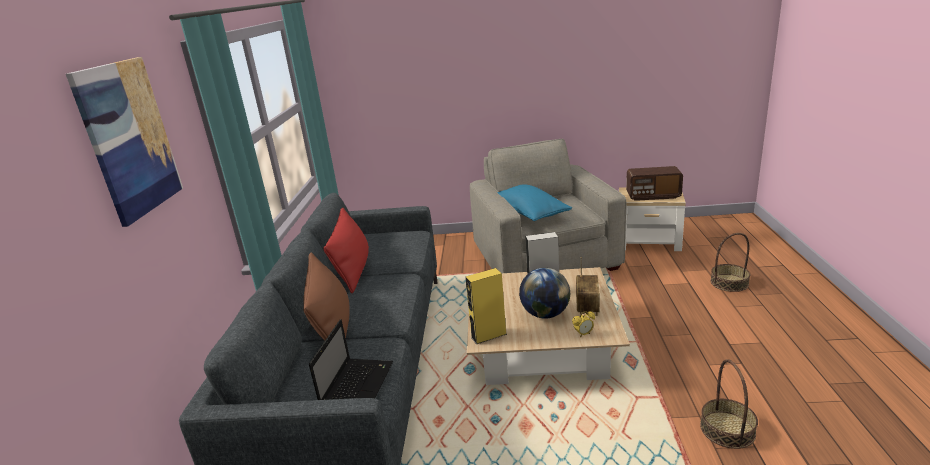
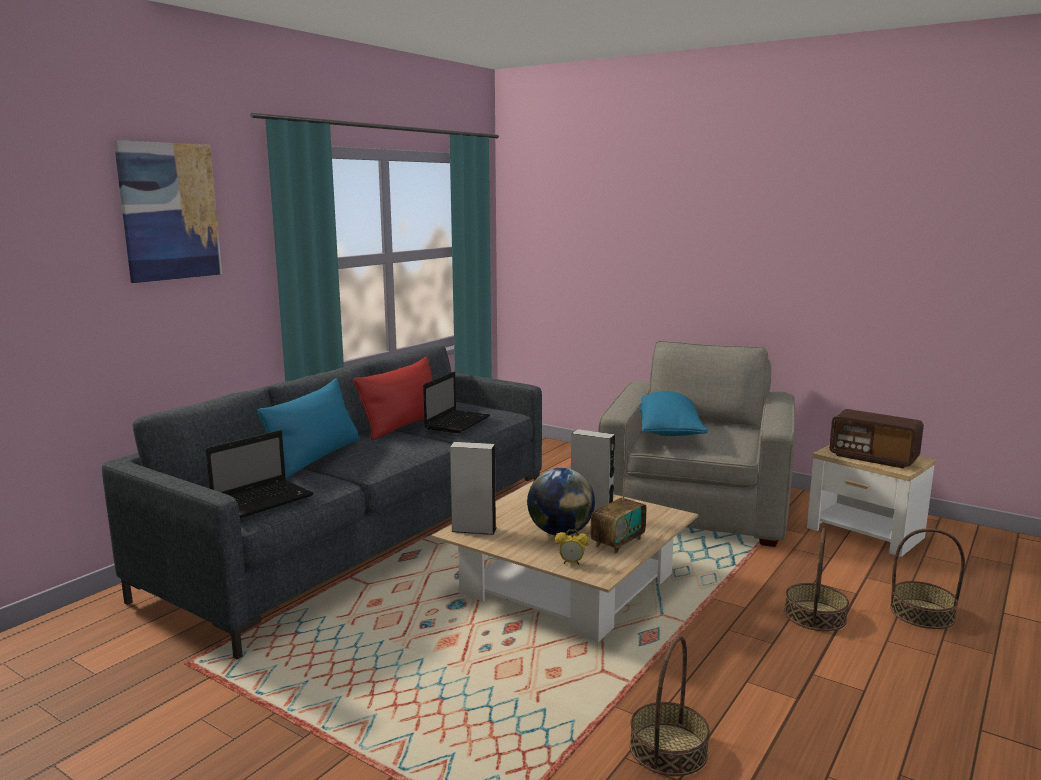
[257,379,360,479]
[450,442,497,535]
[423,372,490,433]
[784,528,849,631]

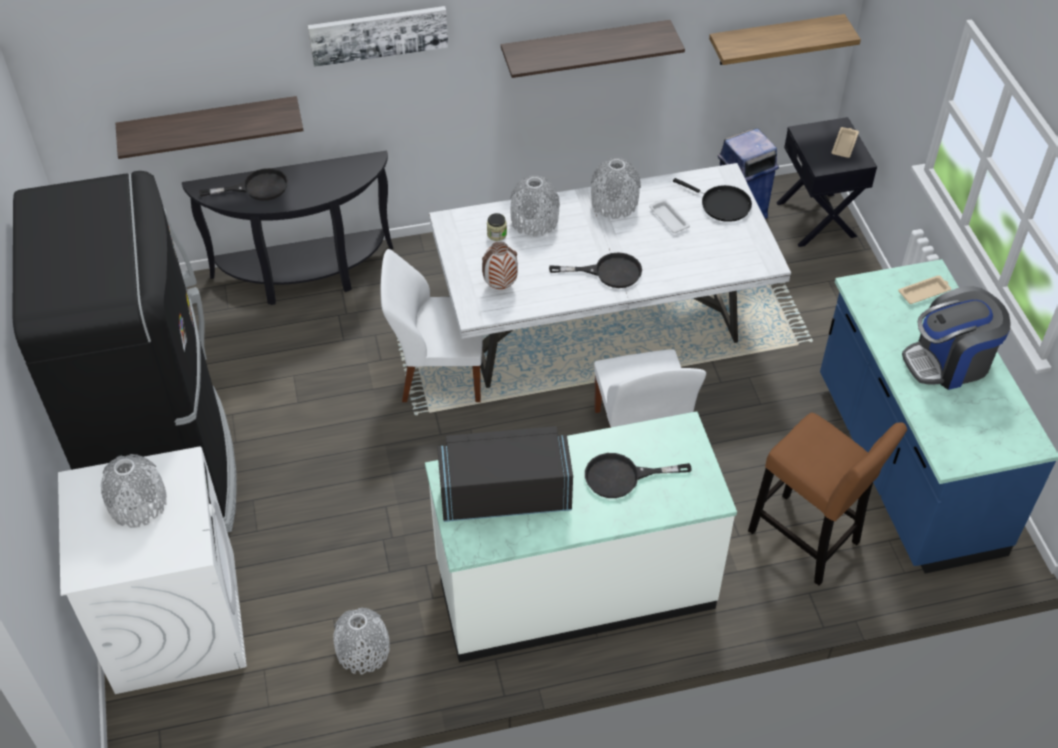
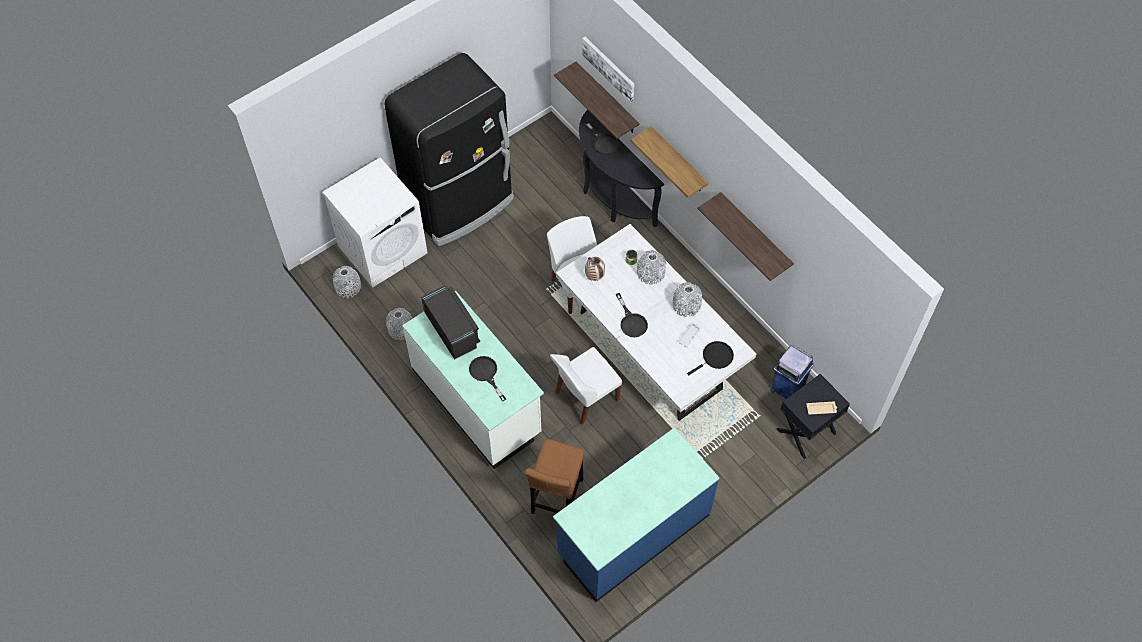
[582,37,634,102]
[631,127,709,198]
[687,341,734,375]
[898,275,951,304] (first image)
[902,286,1011,390] (first image)
[332,266,361,298]

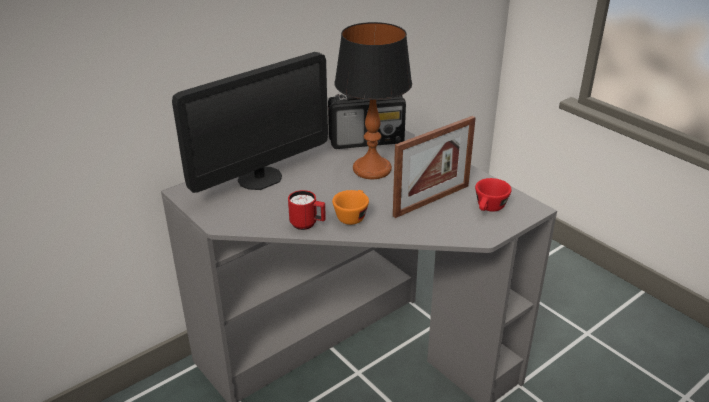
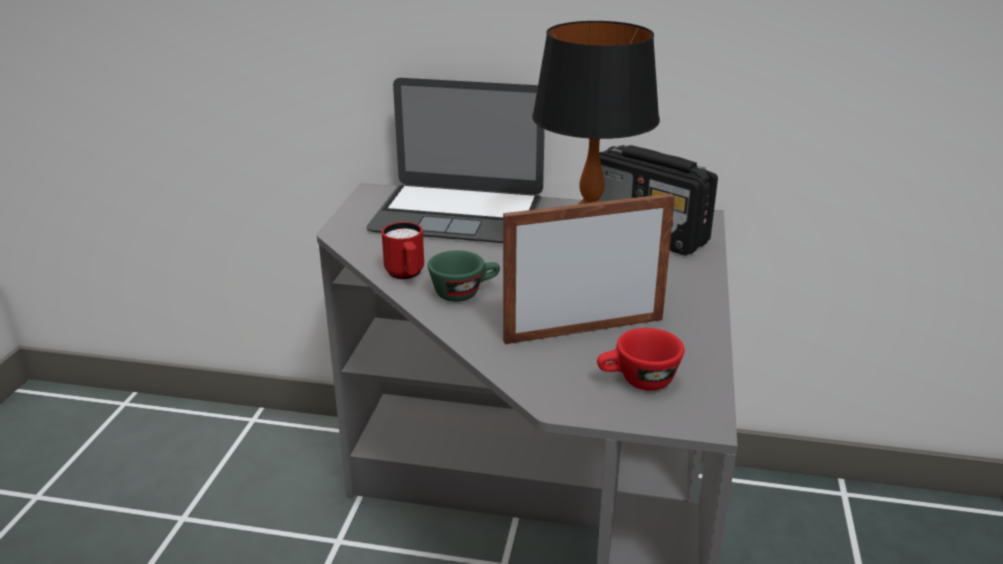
[366,78,545,243]
[503,193,675,344]
[428,250,500,302]

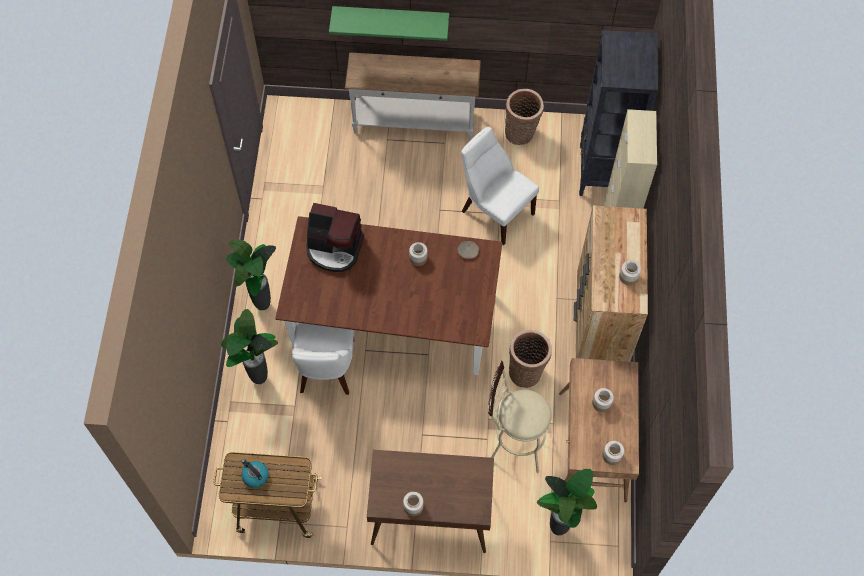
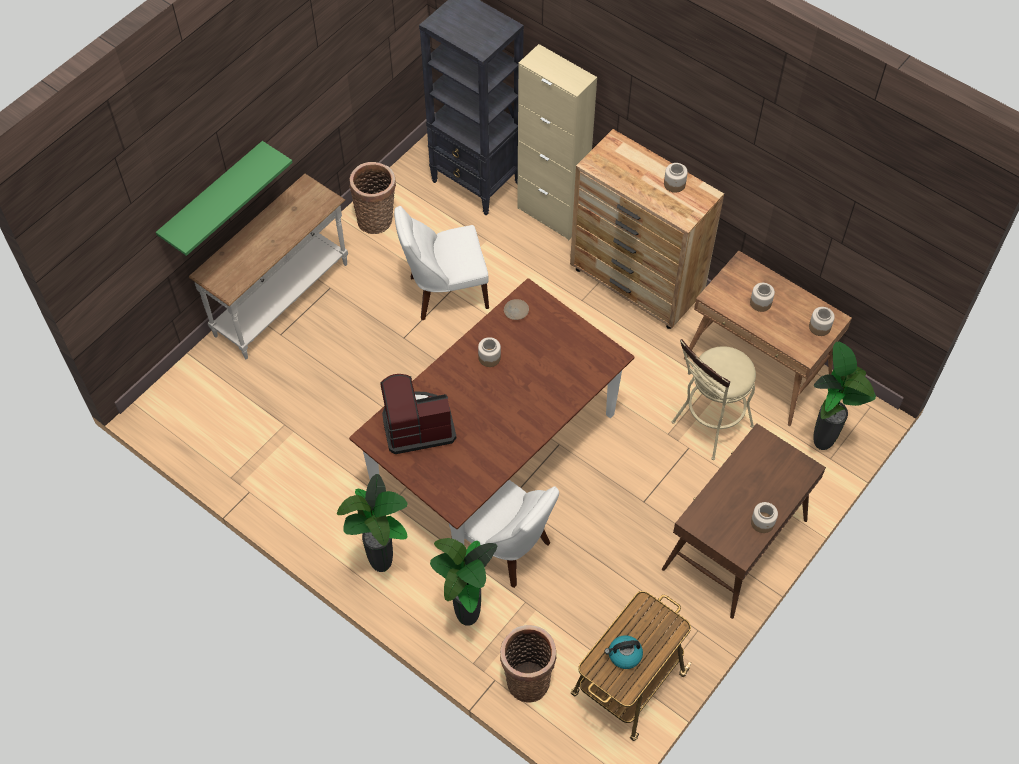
[380,374,456,454]
[500,625,557,703]

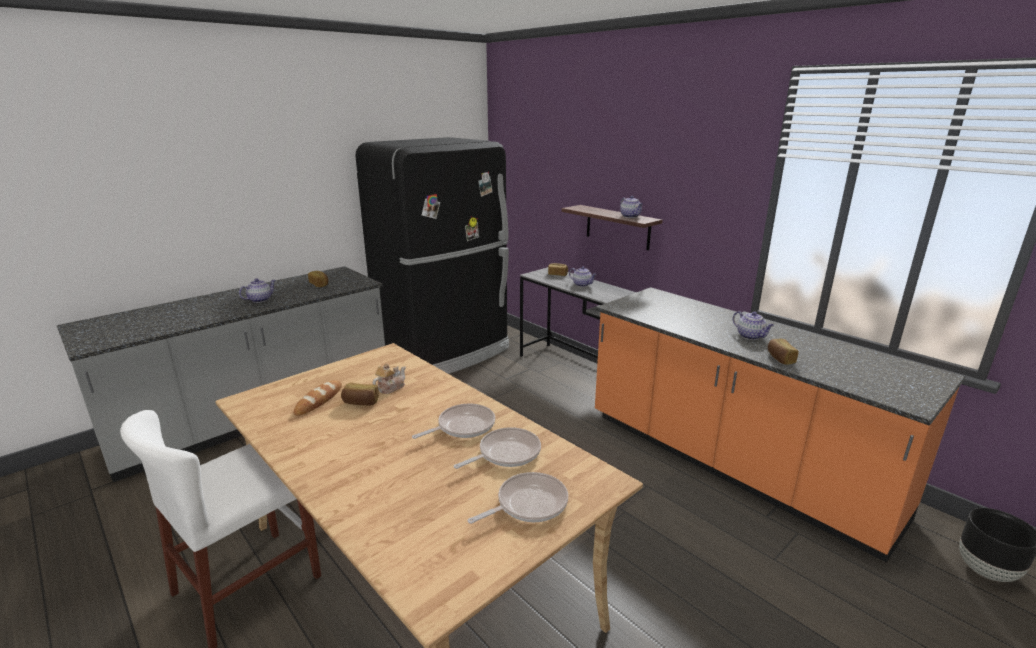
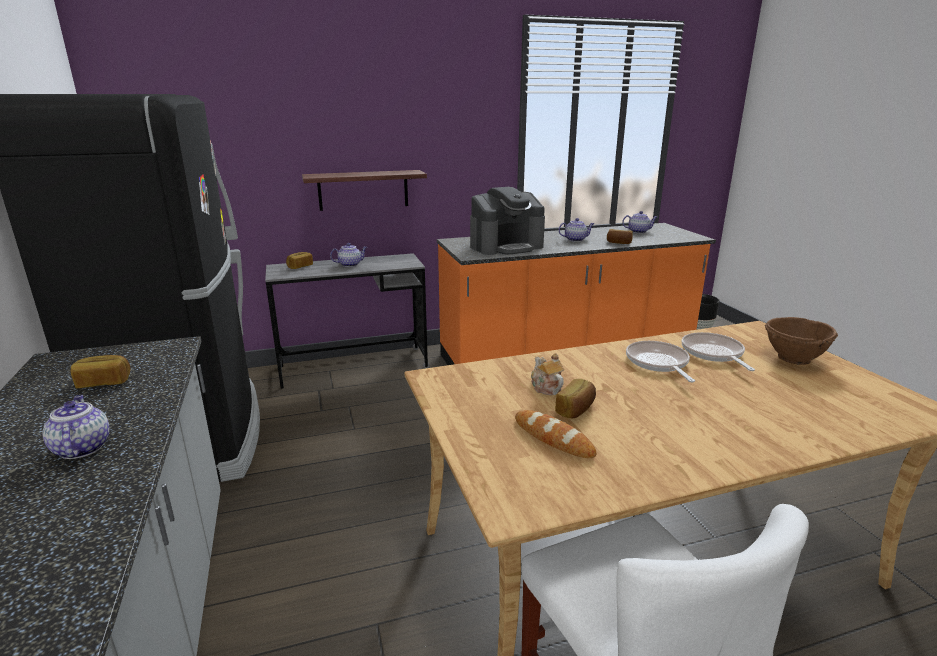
[622,211,657,233]
[765,317,838,365]
[470,187,545,255]

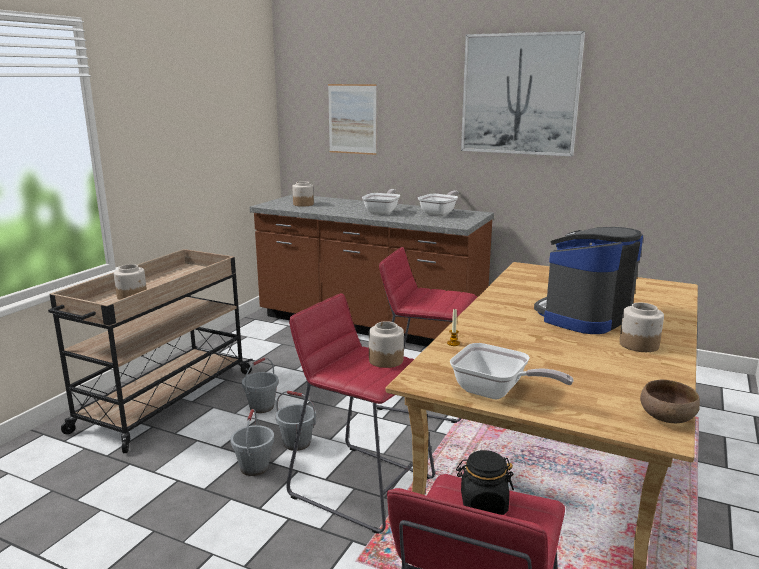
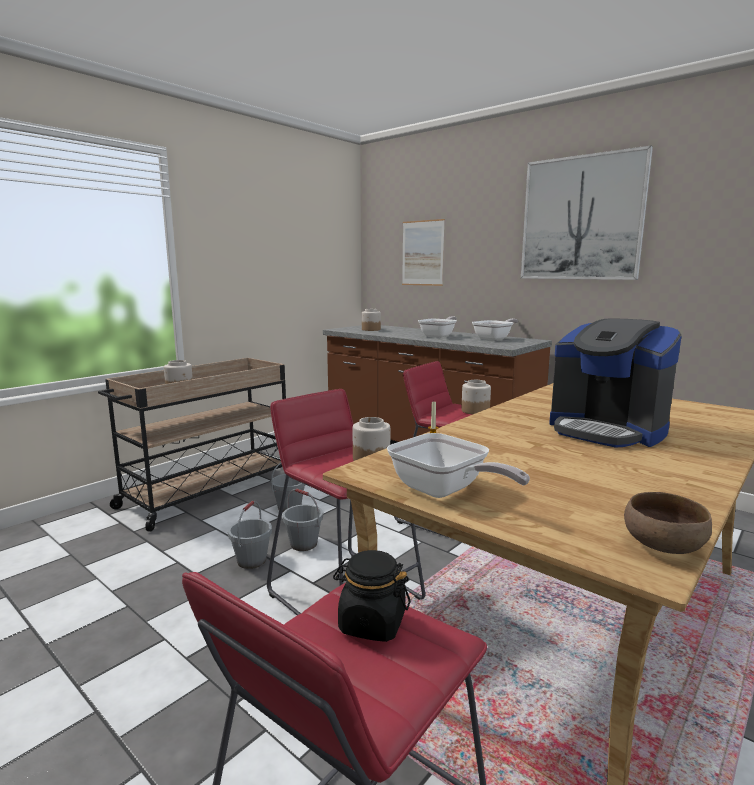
[549,319,682,448]
[461,380,491,414]

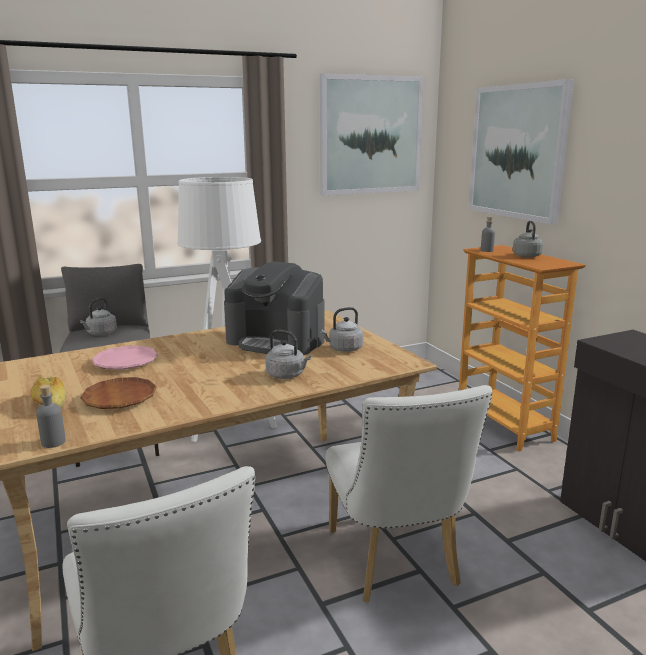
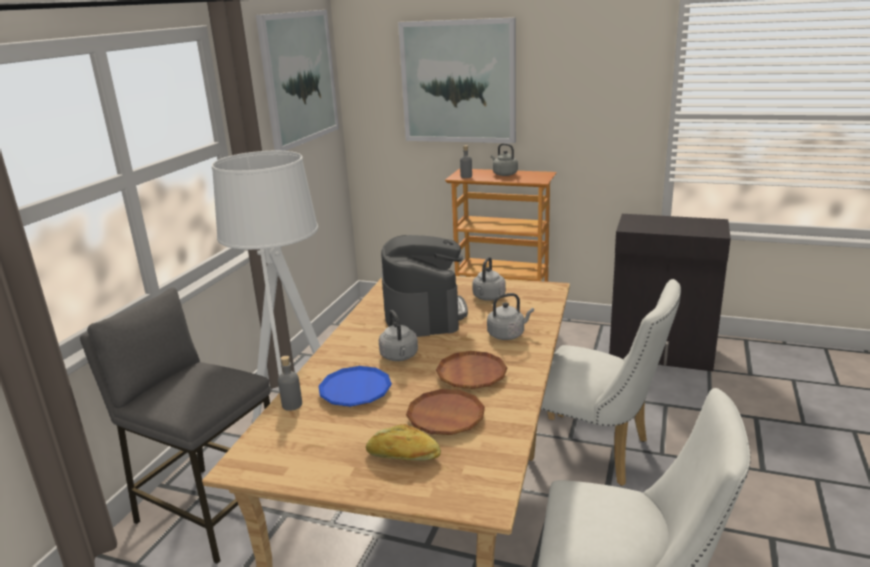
[381,235,468,337]
[379,310,418,361]
[318,366,392,407]
[278,356,302,411]
[436,351,507,389]

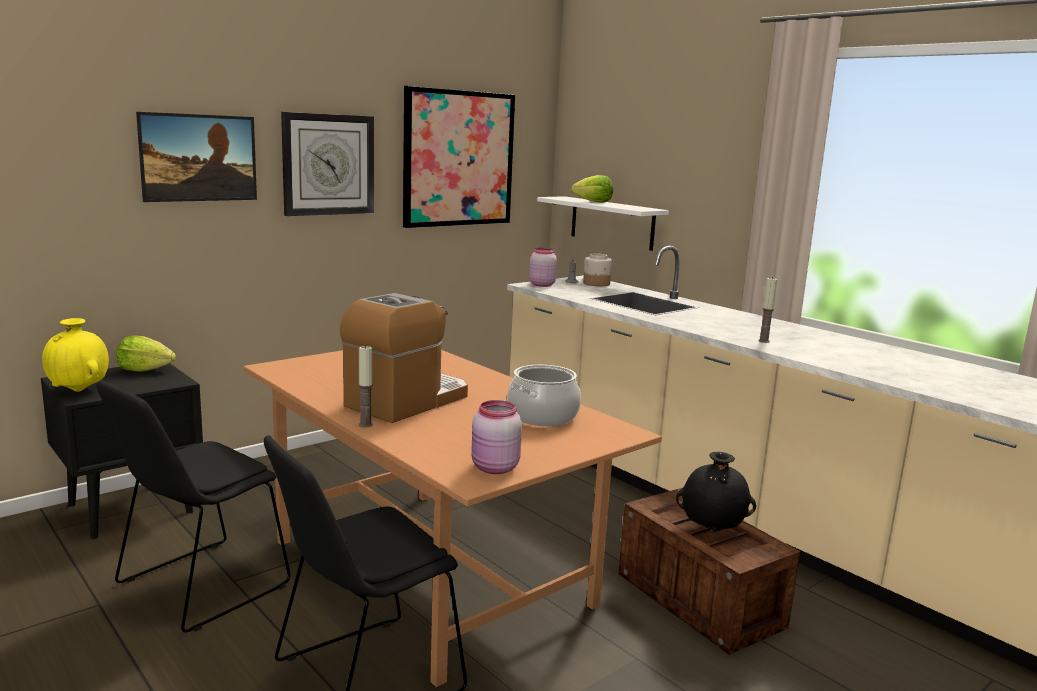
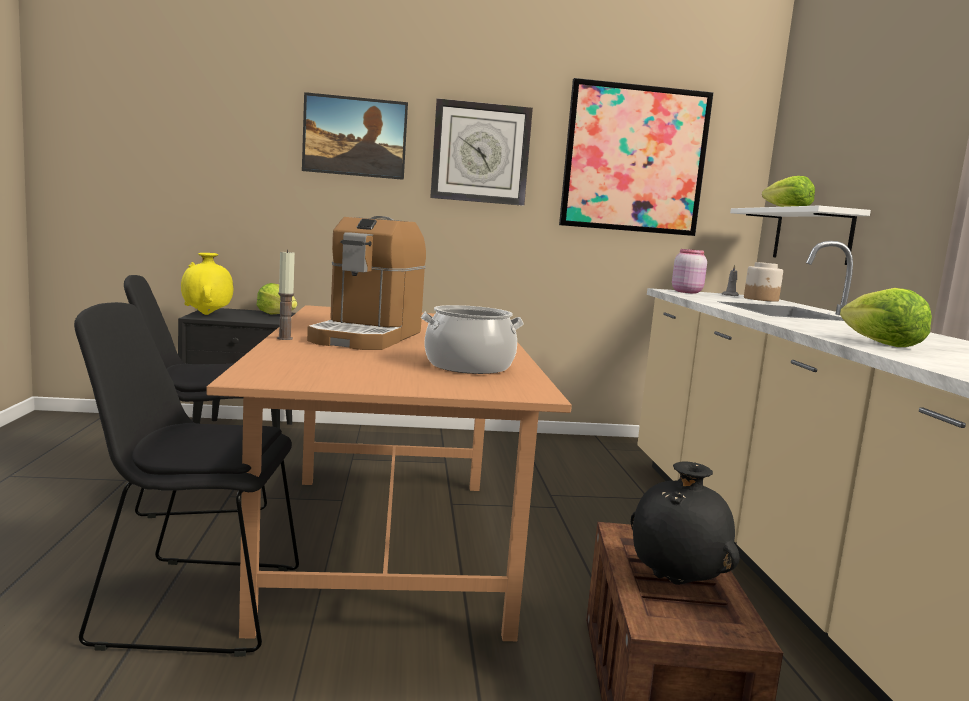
[840,288,932,347]
[307,216,426,350]
[471,400,522,474] (first image)

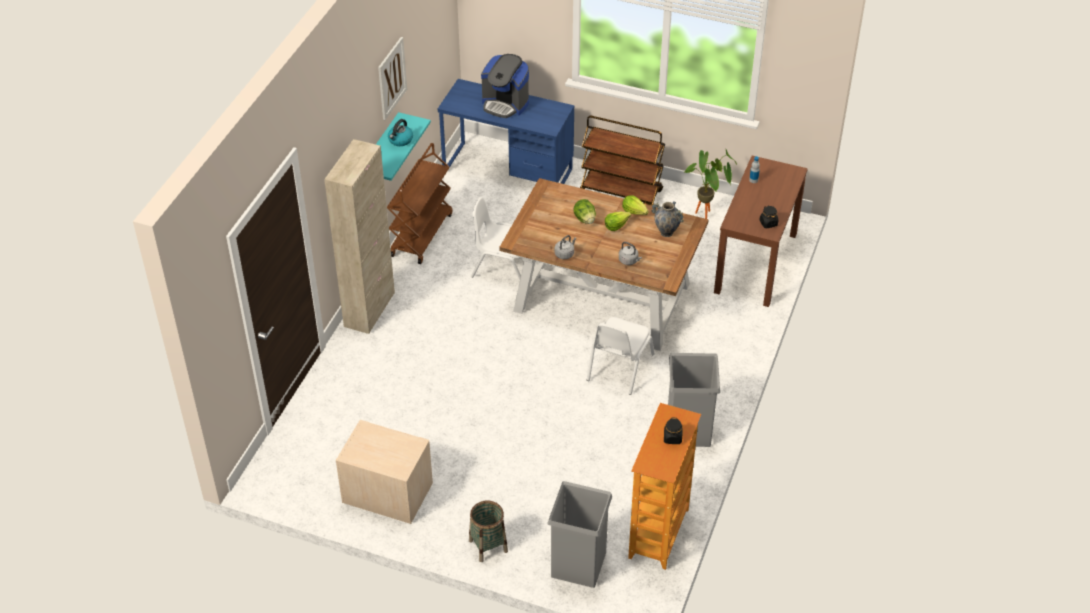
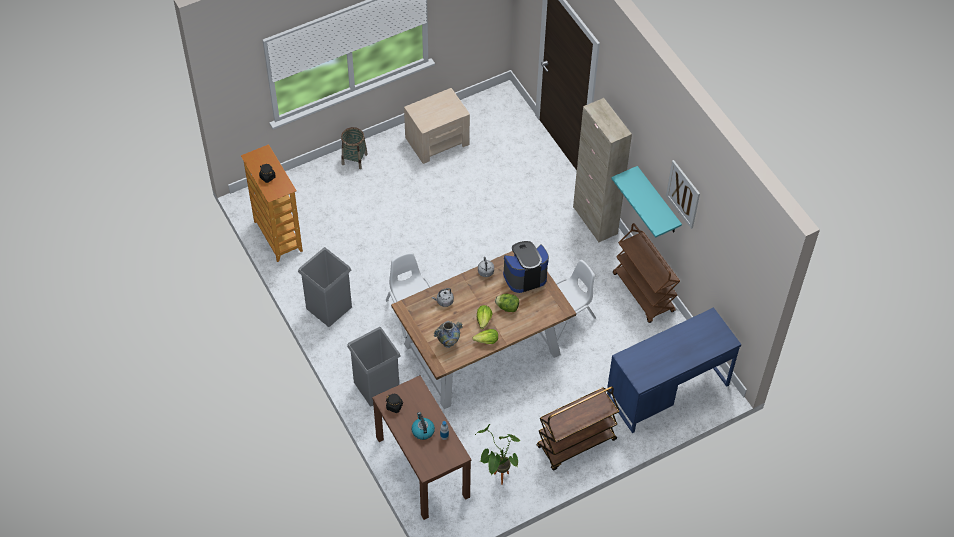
[503,241,549,293]
[411,412,435,440]
[347,327,401,406]

